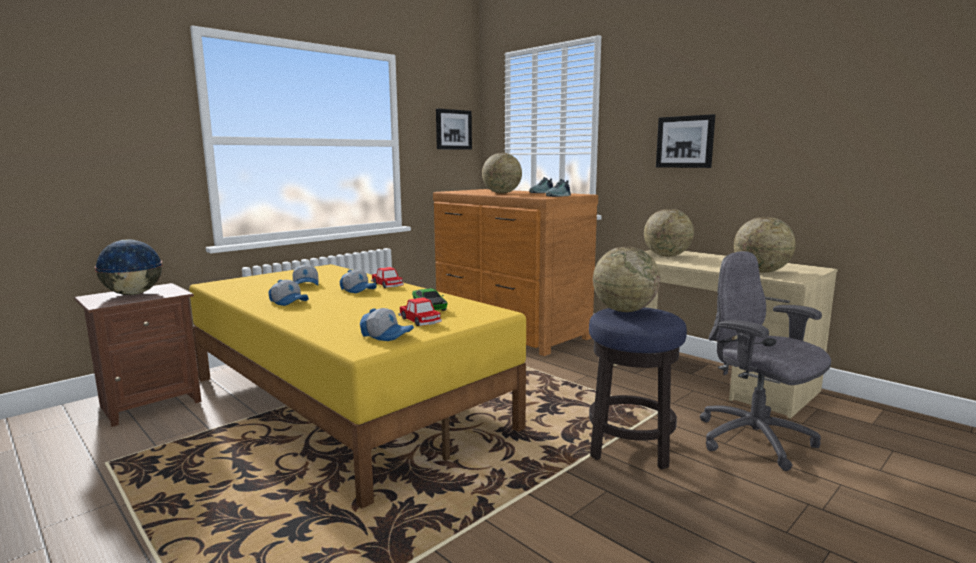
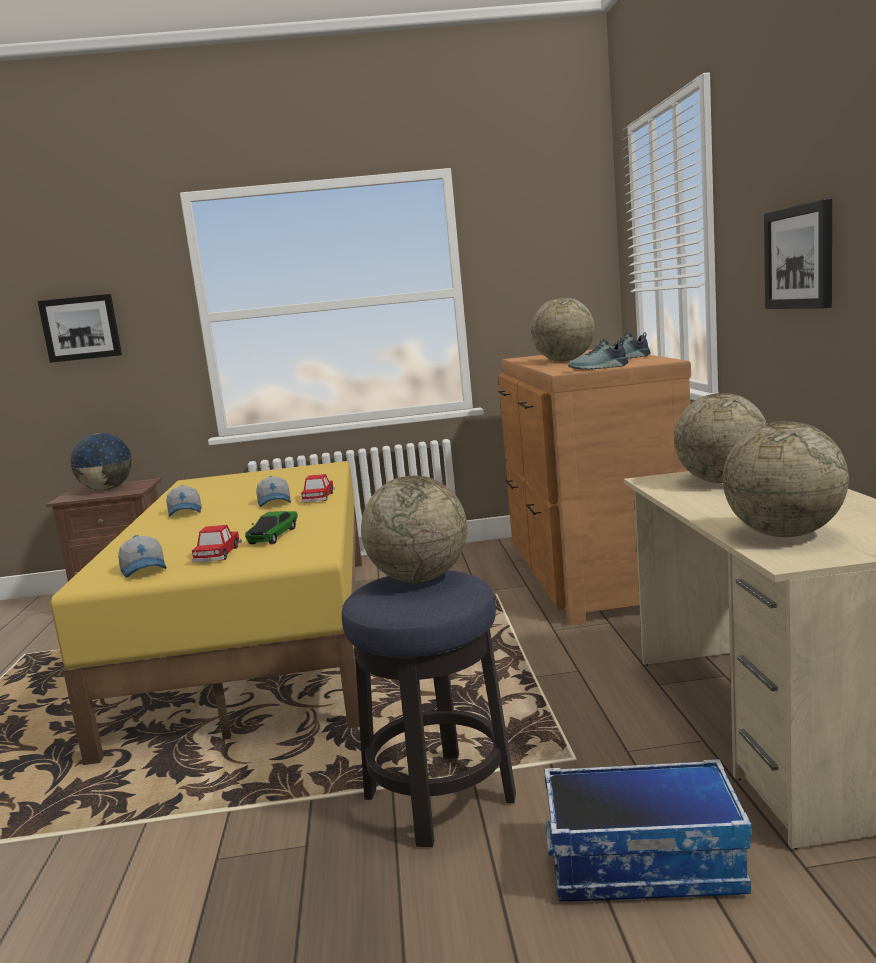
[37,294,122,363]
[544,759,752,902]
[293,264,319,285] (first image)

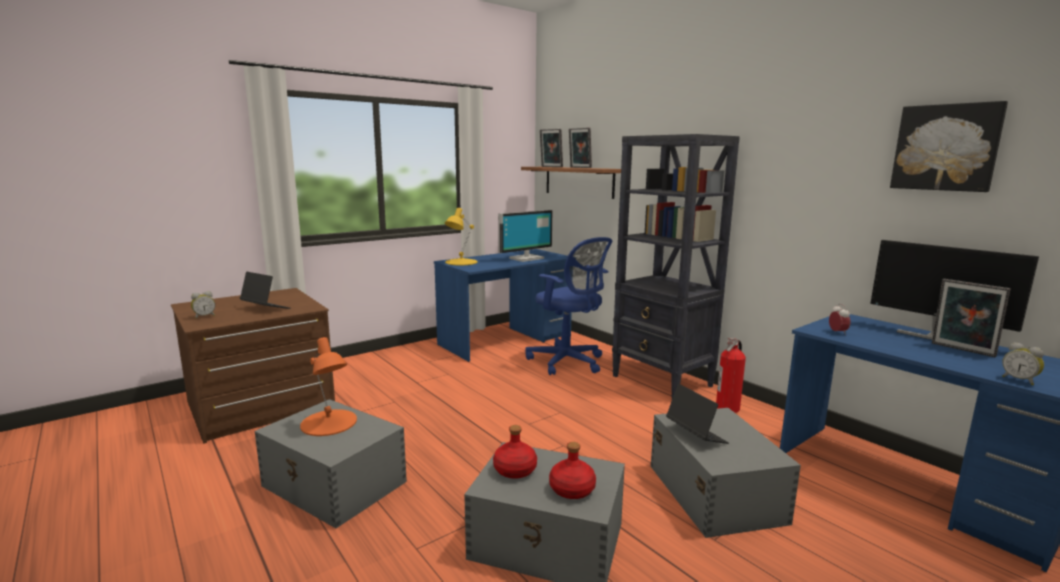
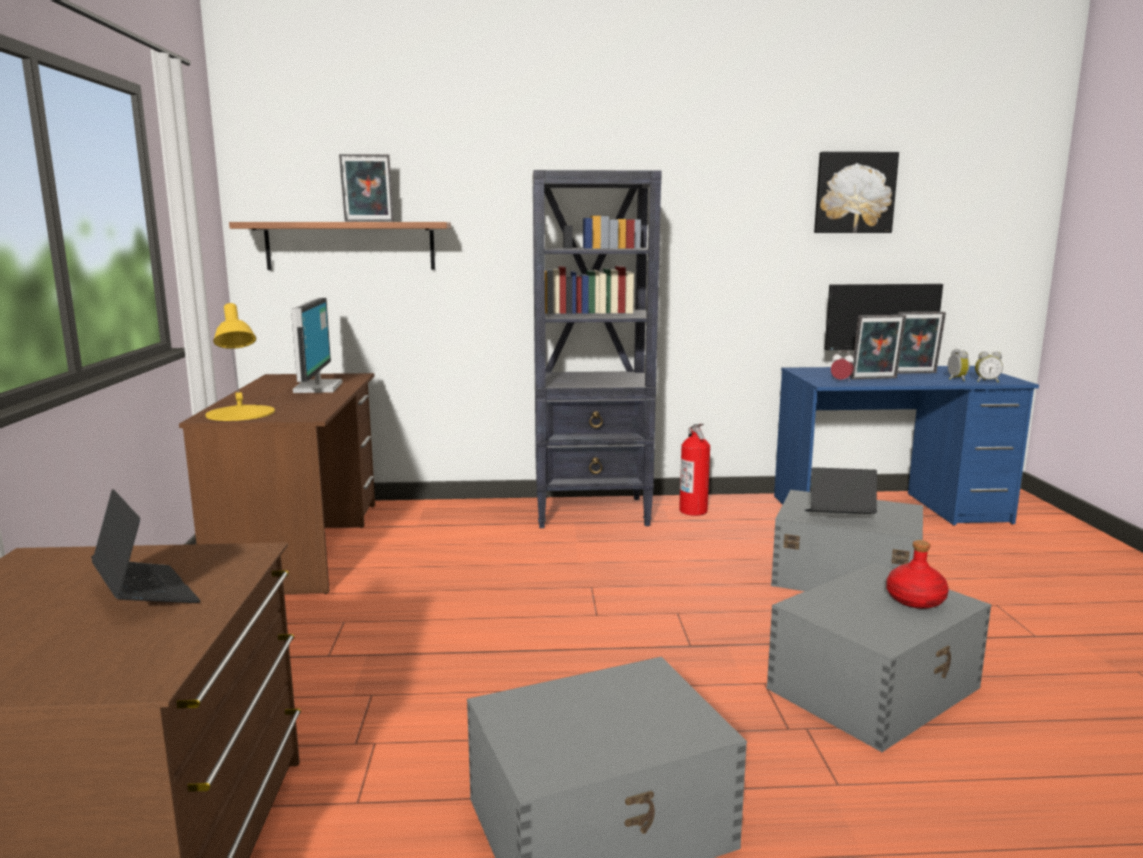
[851,315,906,379]
[525,237,612,375] (first image)
[179,373,375,594]
[91,489,200,603]
[948,349,970,381]
[300,337,357,436] (first image)
[493,425,537,479] (first image)

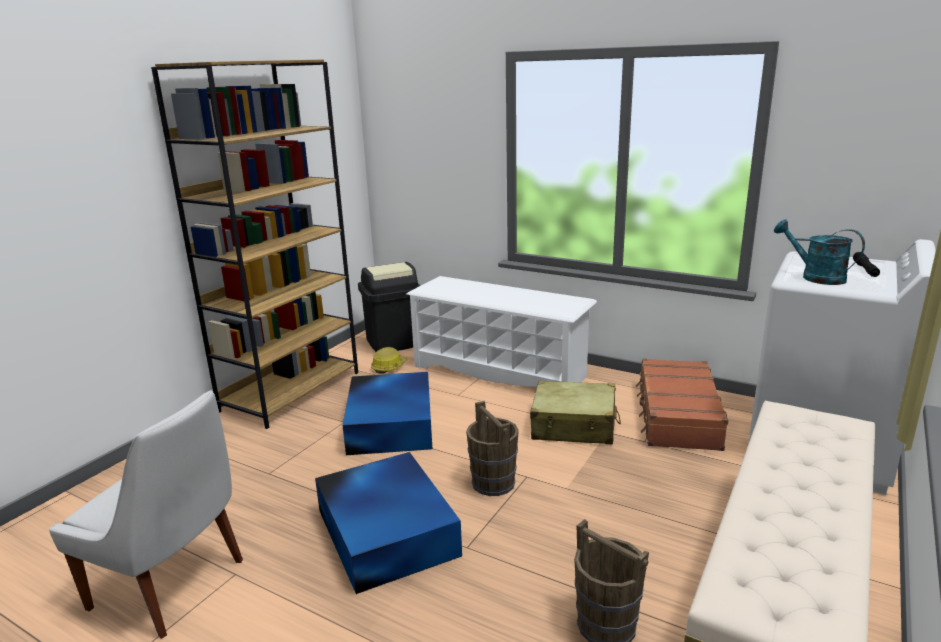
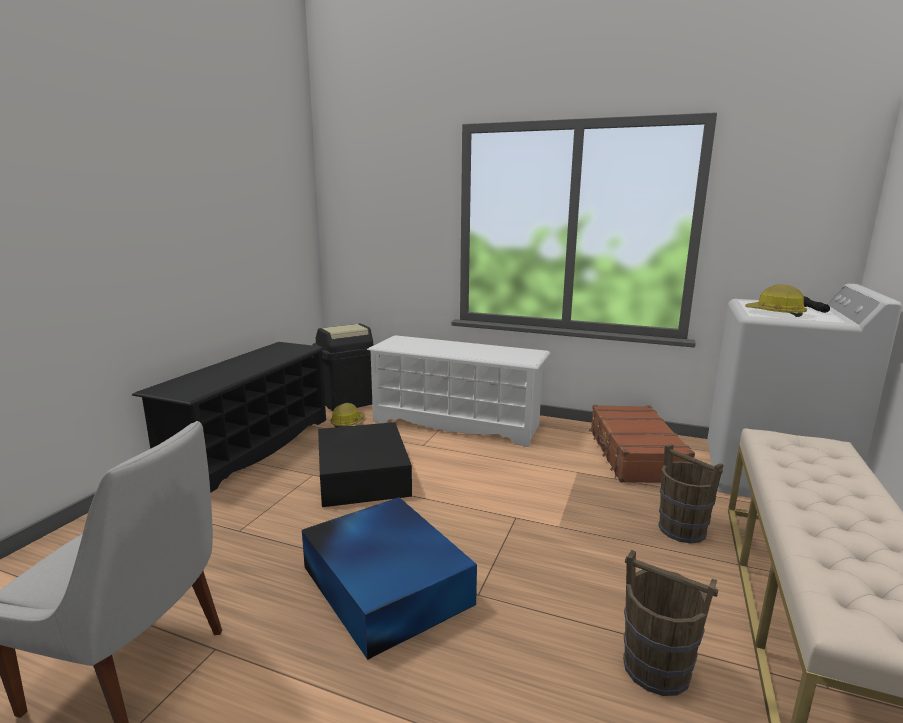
[132,342,326,493]
[745,284,807,317]
[318,422,412,507]
[530,381,621,444] (first image)
[659,444,724,543]

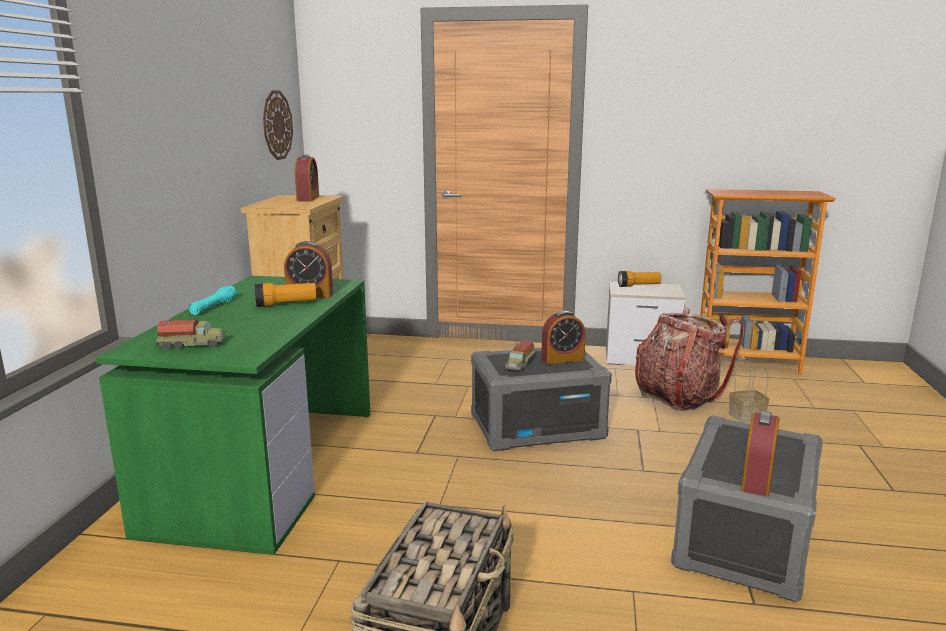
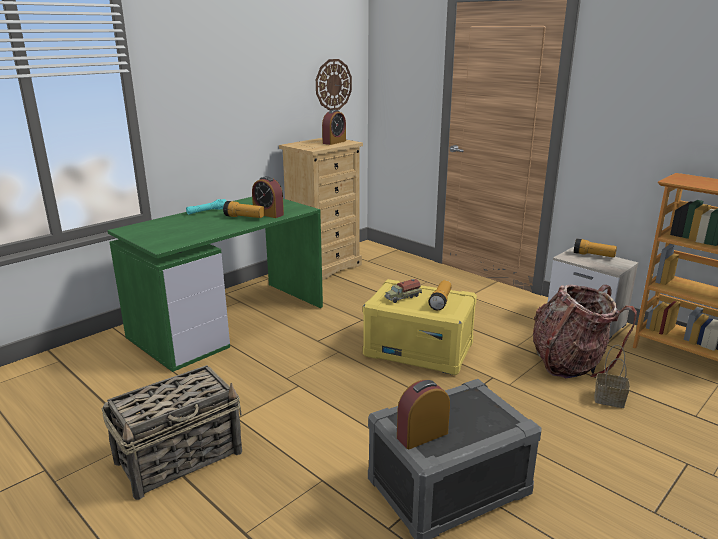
[428,280,451,310]
[155,319,226,350] (first image)
[363,279,477,375]

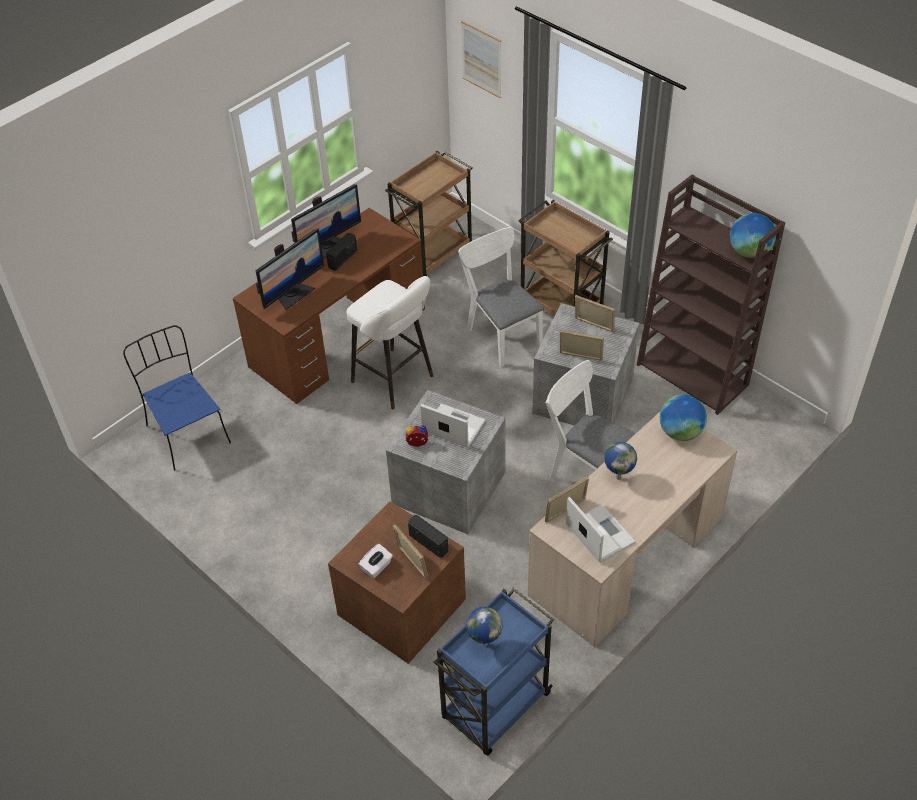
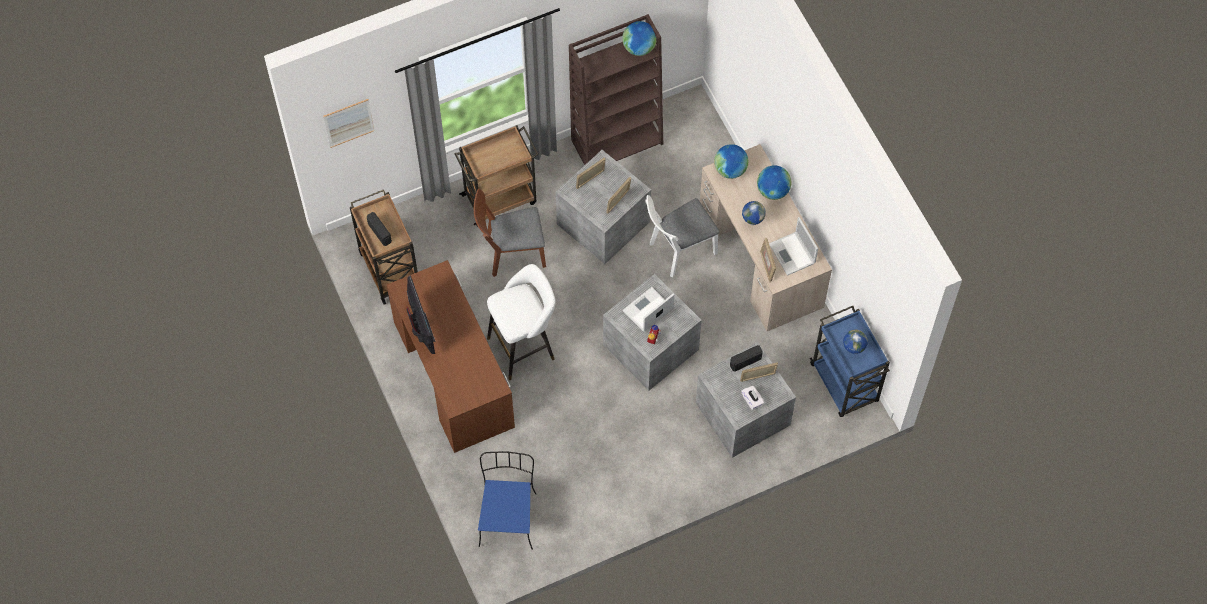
[474,189,546,277]
[255,228,324,310] (first image)
[367,212,392,246]
[478,451,537,550]
[769,217,818,276]
[696,342,796,458]
[757,165,792,200]

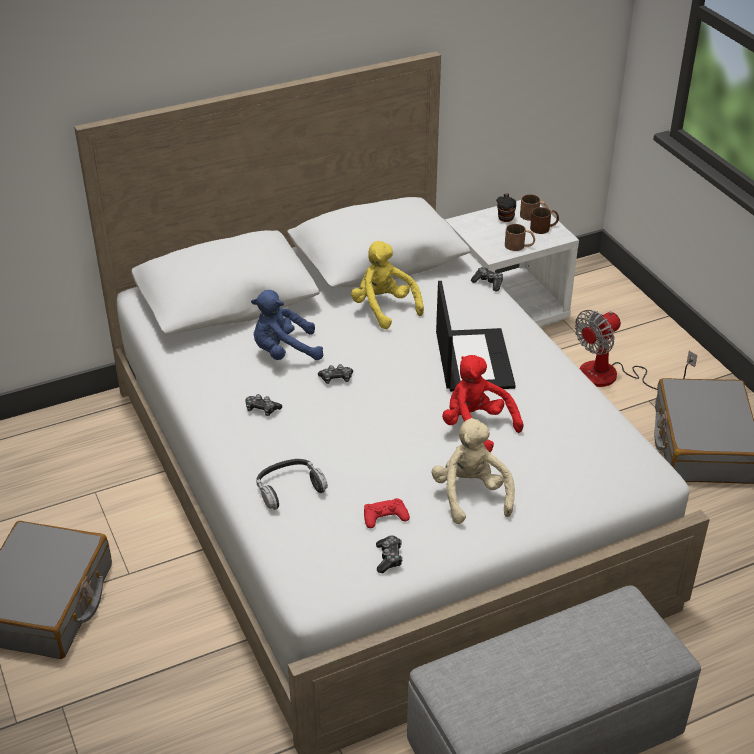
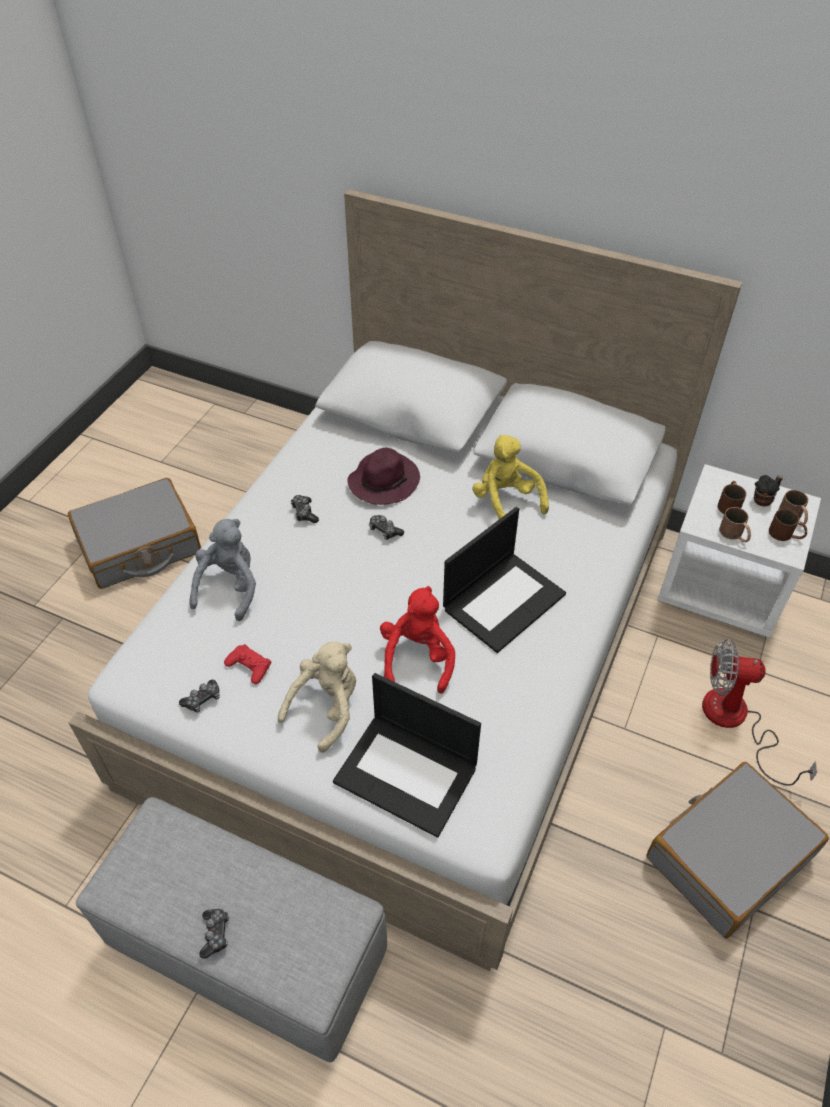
[472,435,549,519]
[199,909,230,959]
[347,448,420,505]
[189,519,256,621]
[718,481,746,514]
[333,673,481,838]

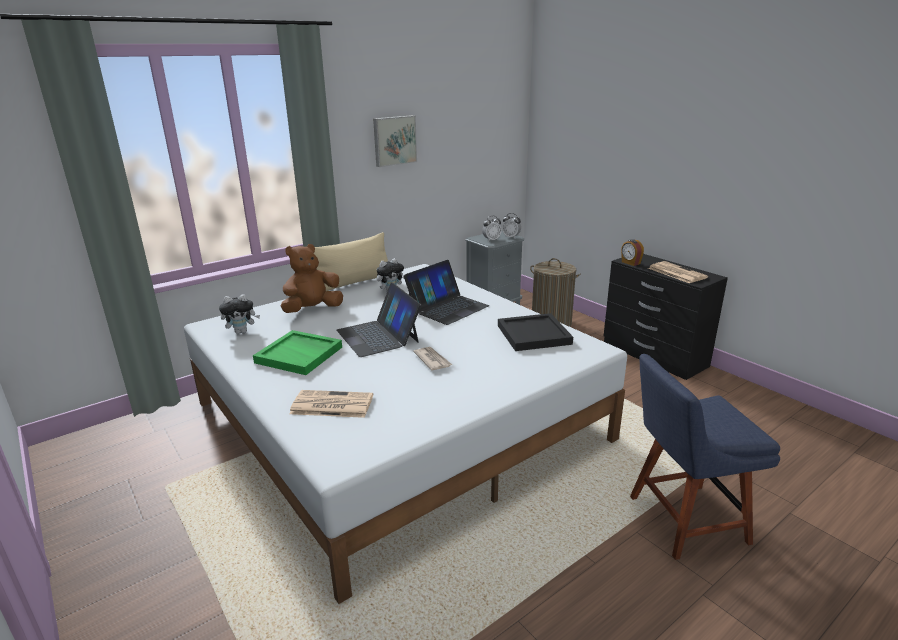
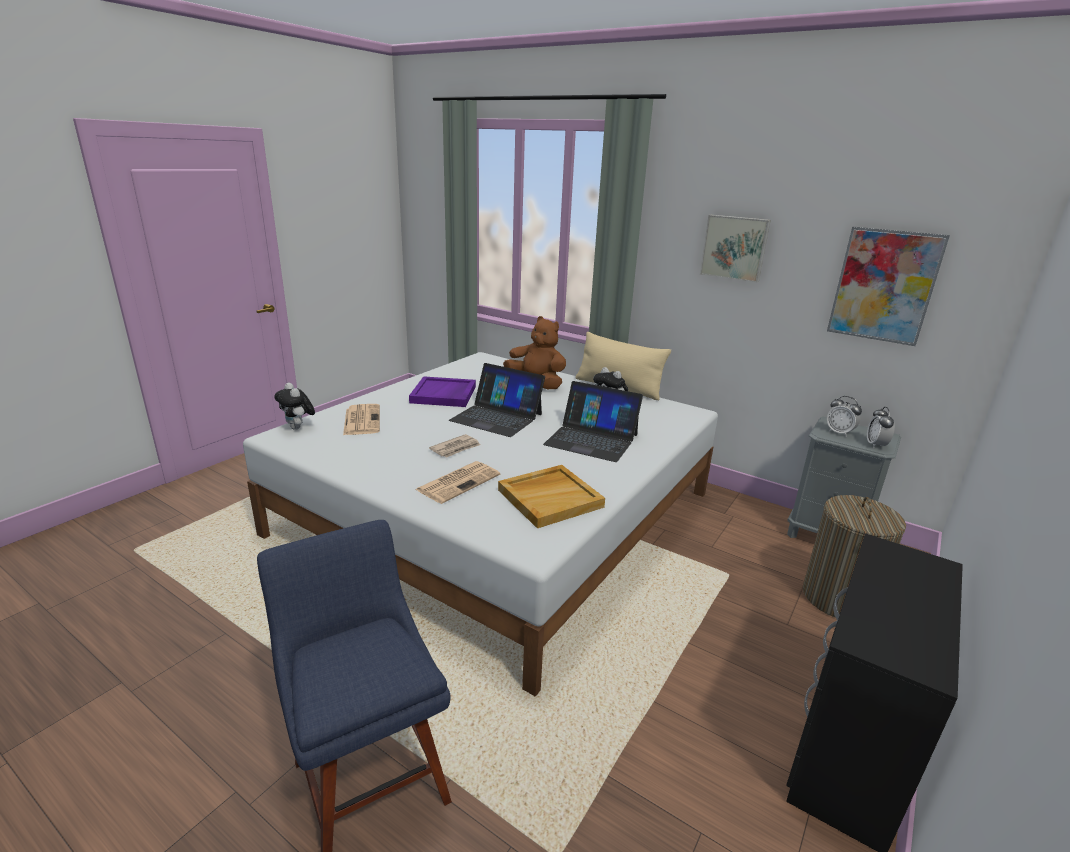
[621,239,644,266] (first image)
[415,461,500,504]
[449,363,545,437]
[274,383,315,430]
[498,465,605,528]
[409,376,476,407]
[827,227,950,346]

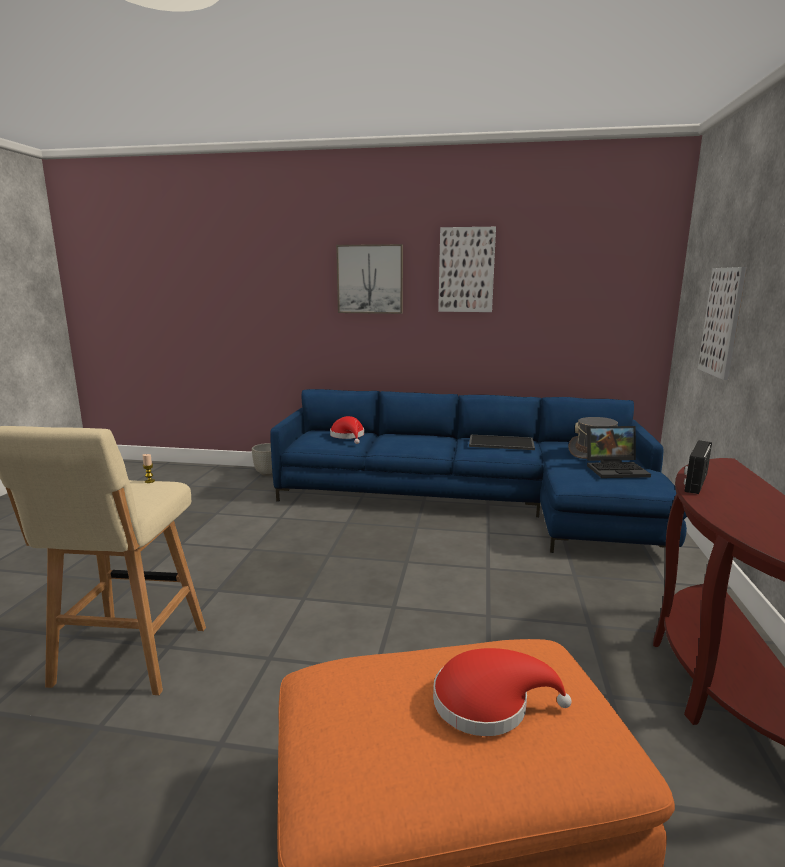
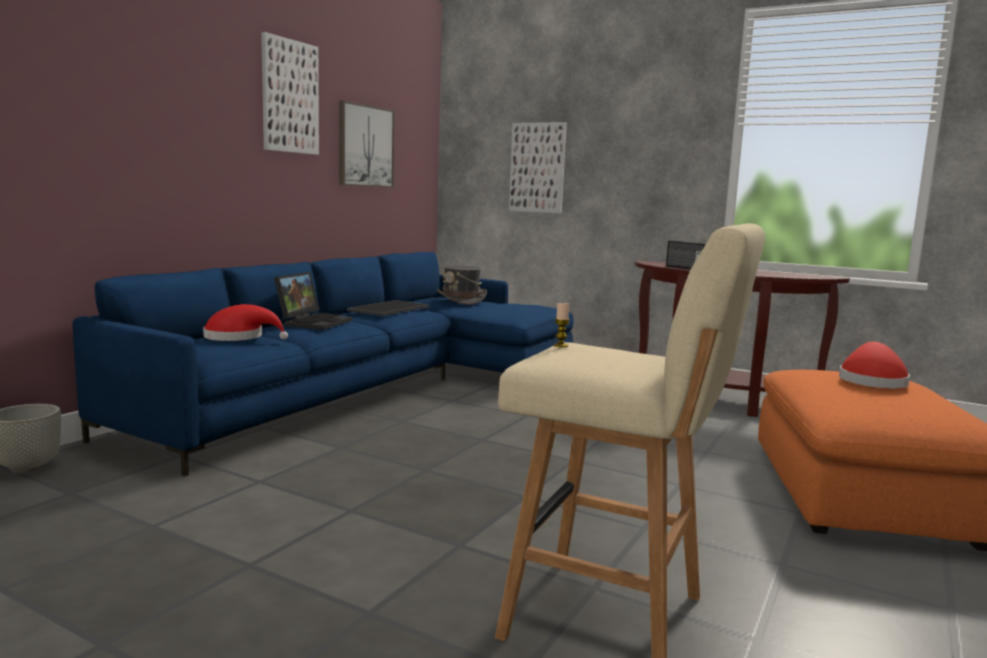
[339,100,395,188]
[274,272,352,330]

